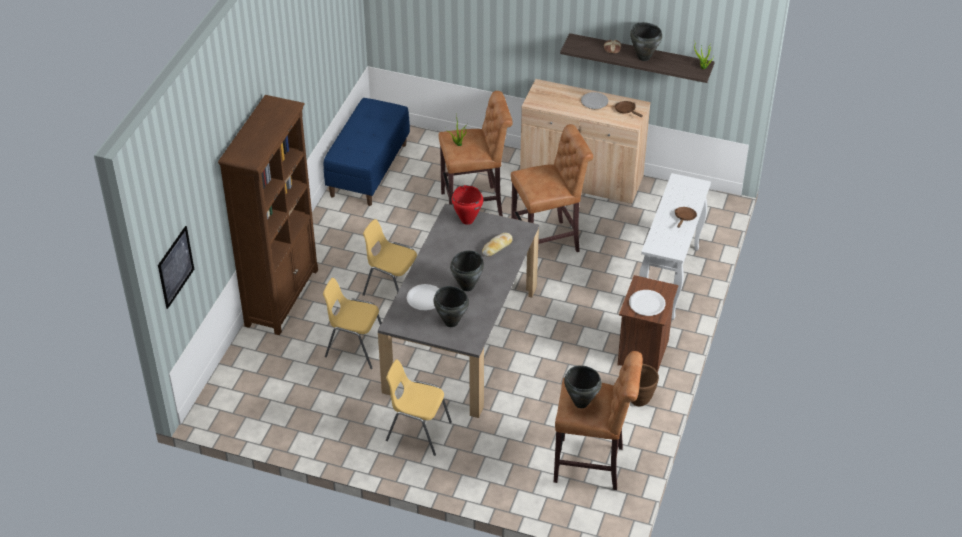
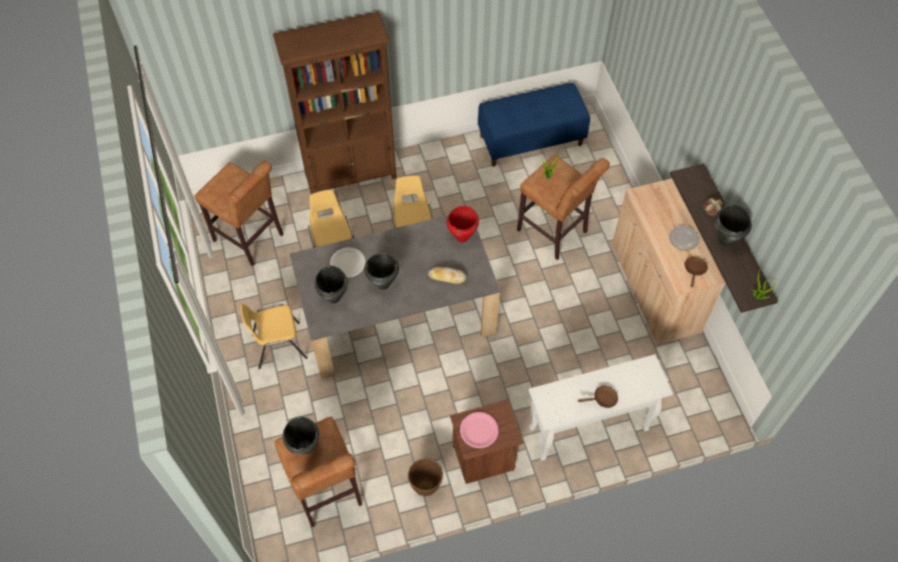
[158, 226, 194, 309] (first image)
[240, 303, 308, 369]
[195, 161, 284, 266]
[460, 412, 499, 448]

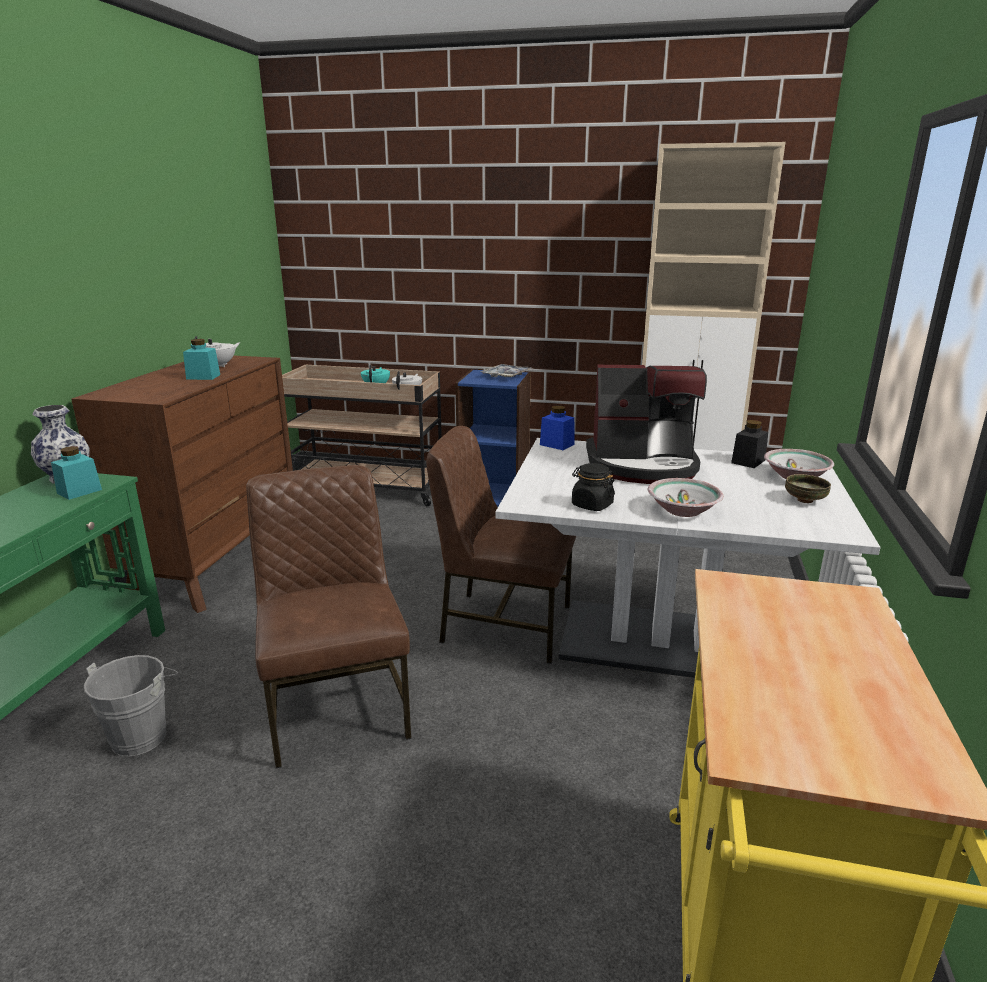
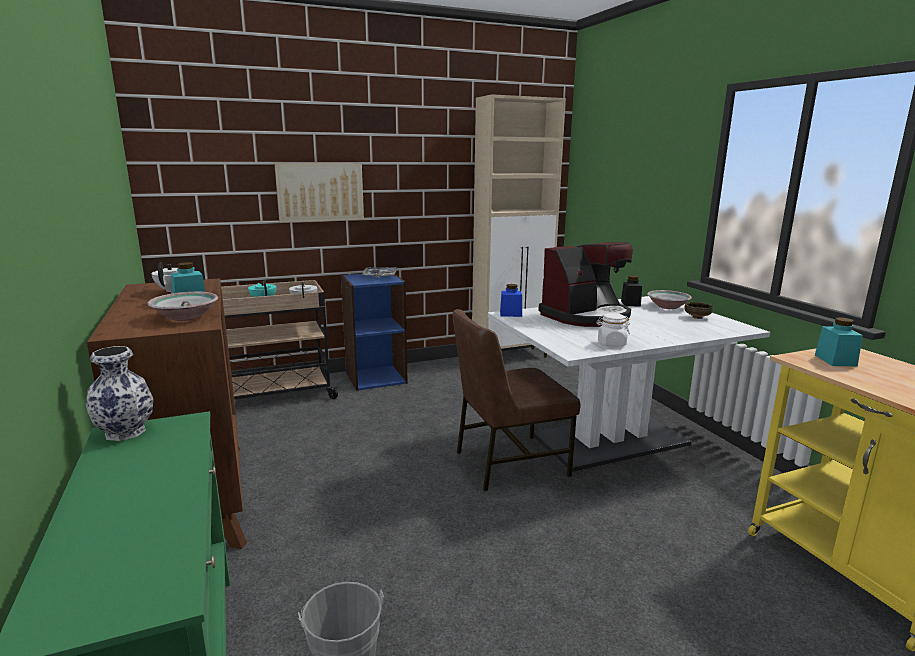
[815, 317, 863, 367]
[246, 465, 411, 768] (first image)
[596, 313, 630, 346]
[147, 291, 218, 321]
[274, 163, 364, 223]

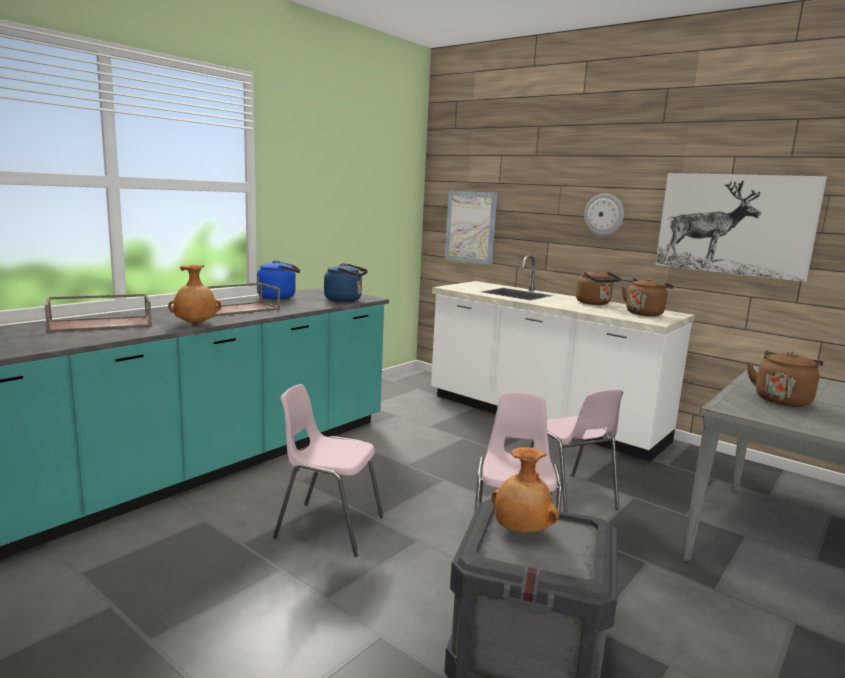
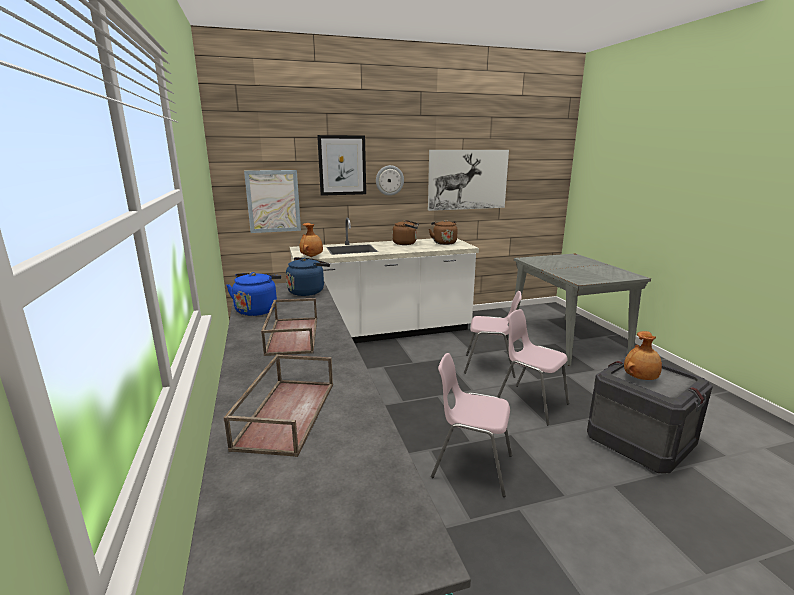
[299, 223, 323, 257]
[431, 353, 512, 497]
[747, 350, 824, 407] (first image)
[317, 135, 366, 196]

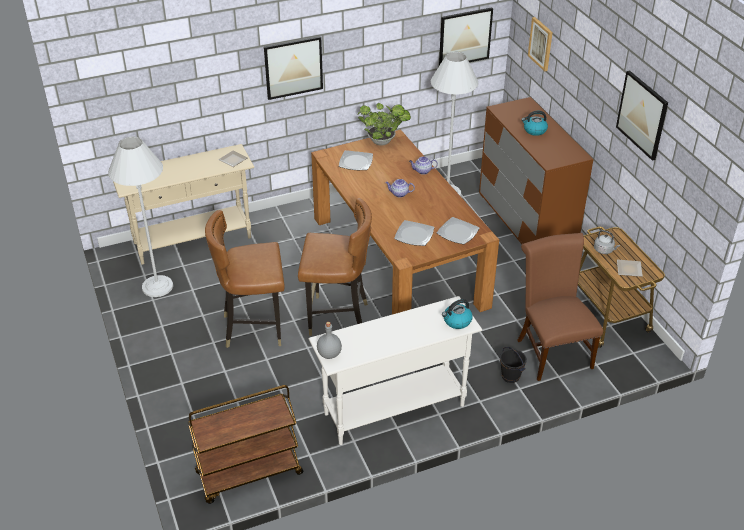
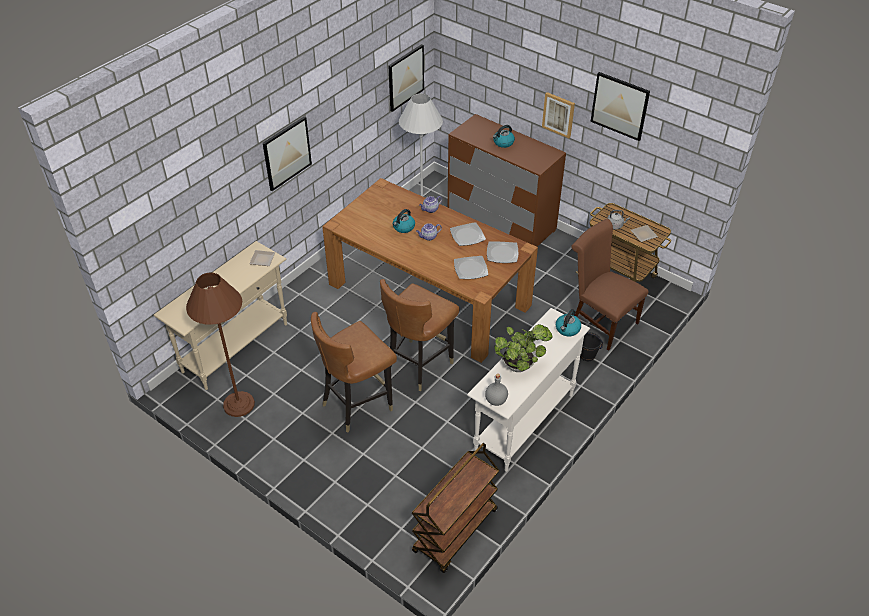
[186, 273, 255, 417]
[380, 279, 460, 391]
[450, 222, 486, 246]
[494, 324, 553, 372]
[542, 92, 575, 138]
[393, 209, 415, 233]

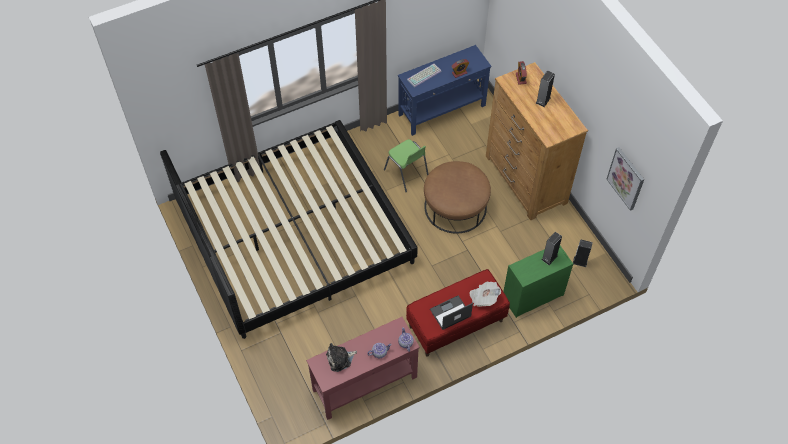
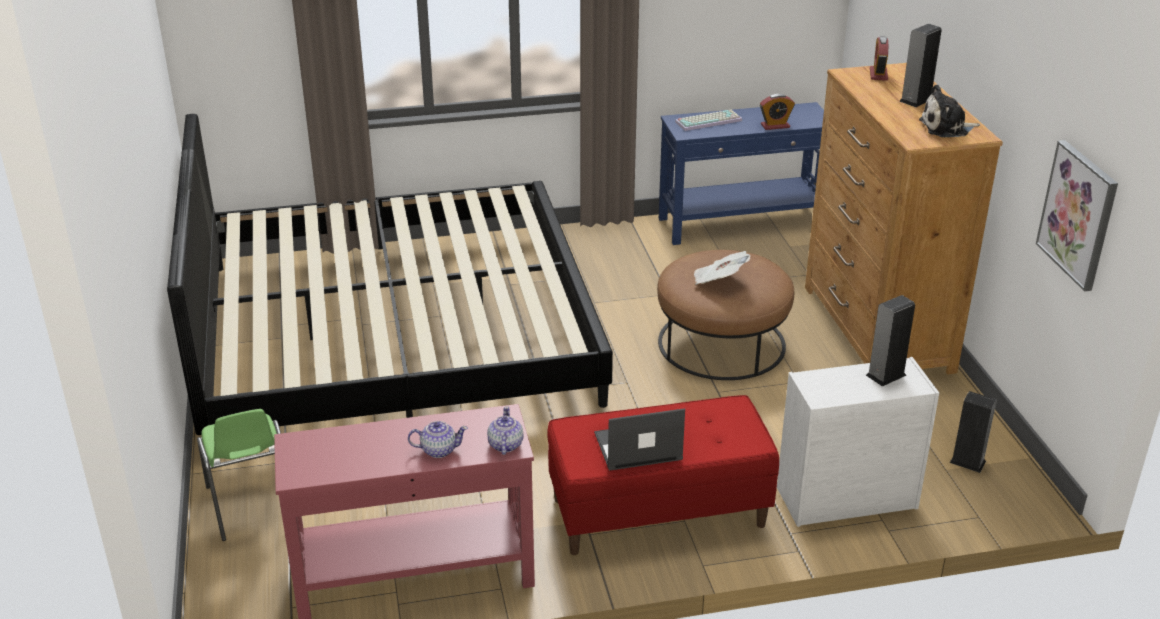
[919, 84, 980, 137]
[197, 409, 281, 541]
[694, 251, 751, 285]
[777, 357, 939, 527]

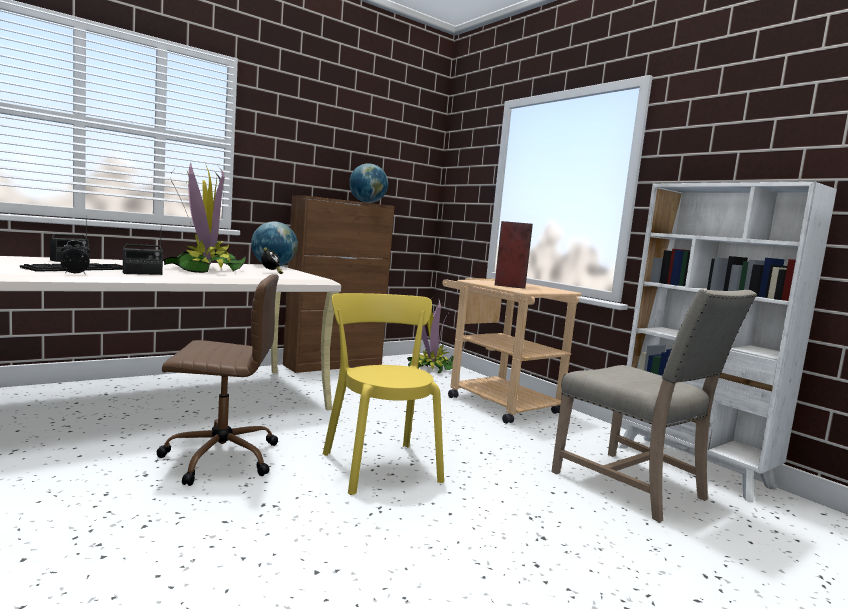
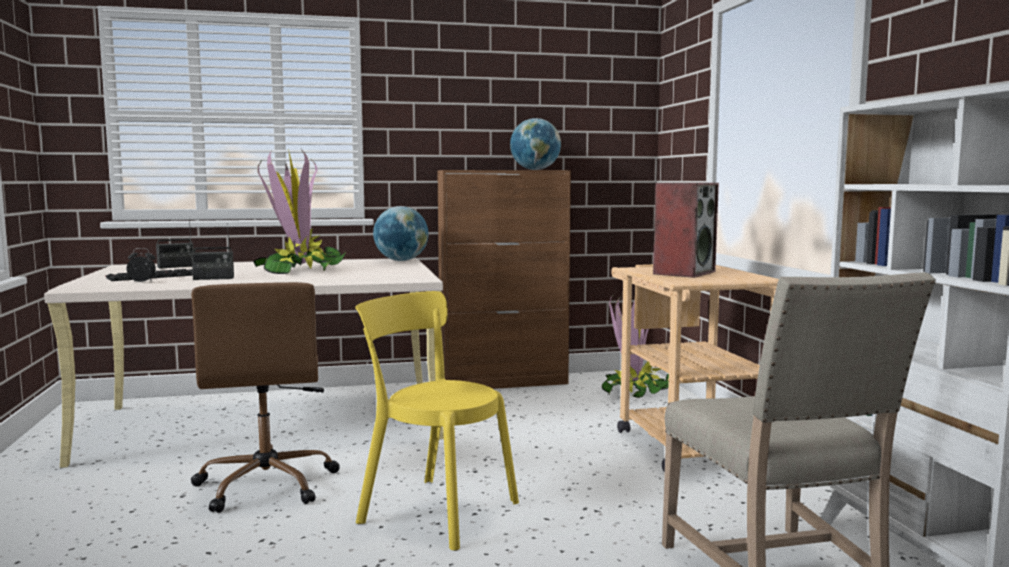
[191, 282, 340, 513]
[261, 247, 283, 274] (first image)
[355, 291, 519, 551]

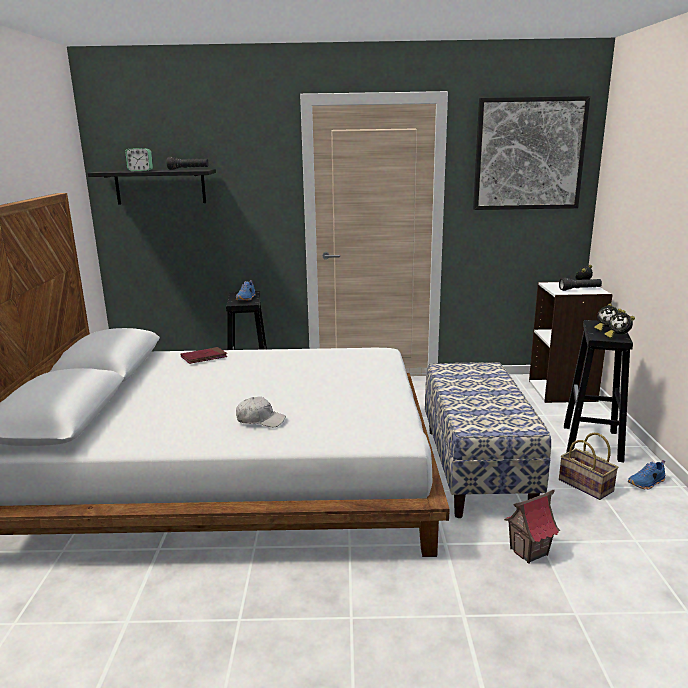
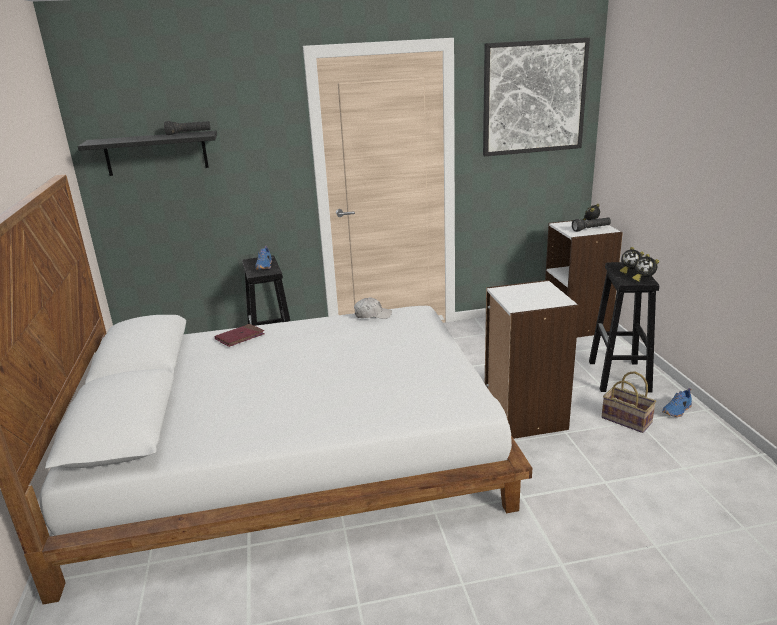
[125, 148, 153, 171] (first image)
[354, 297, 392, 319]
[485, 280, 579, 439]
[504, 490, 560, 564] (first image)

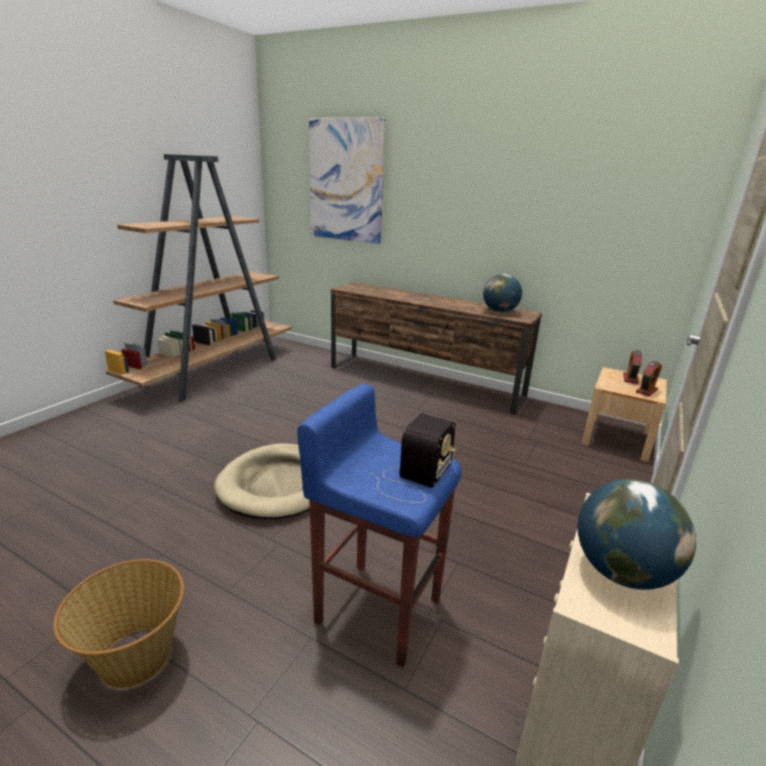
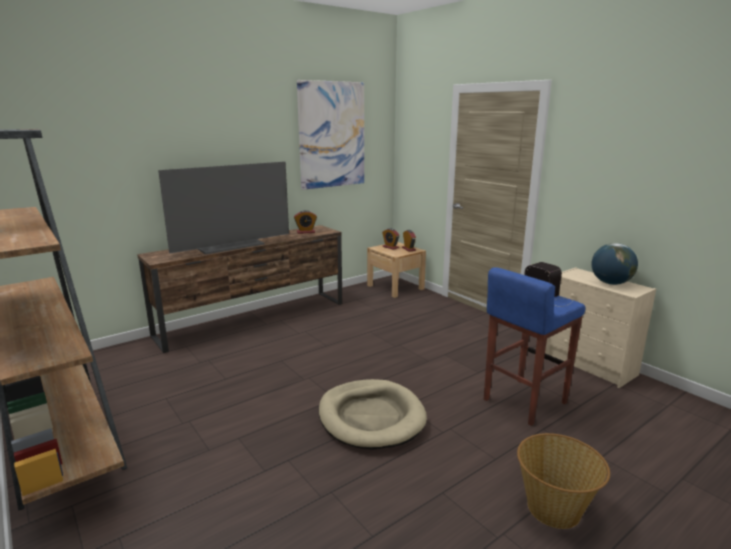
[297, 80, 364, 190]
[294, 210, 317, 234]
[158, 162, 289, 255]

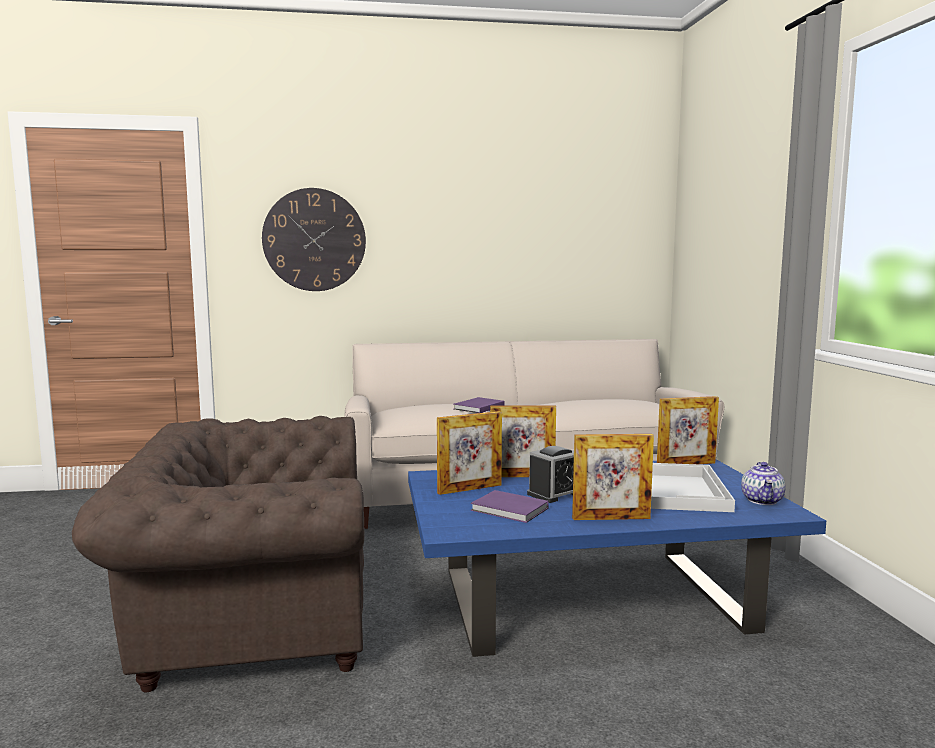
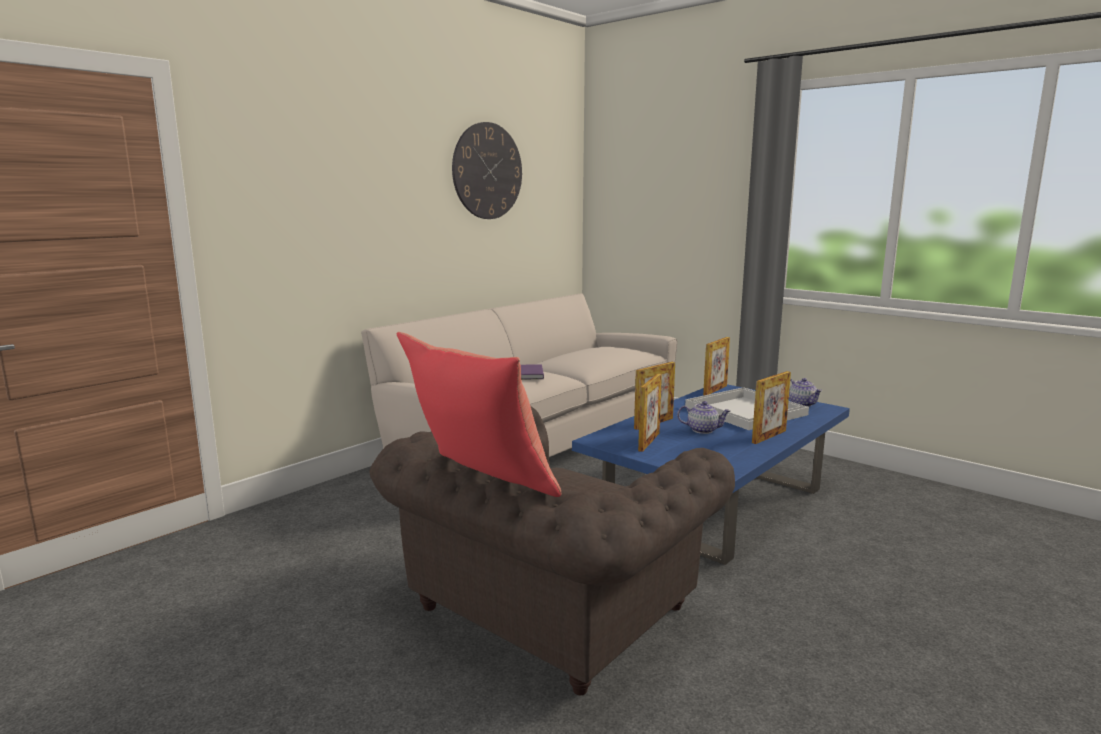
[452, 122, 522, 219]
[471, 490, 549, 523] (first image)
[677, 401, 731, 434]
[397, 332, 561, 497]

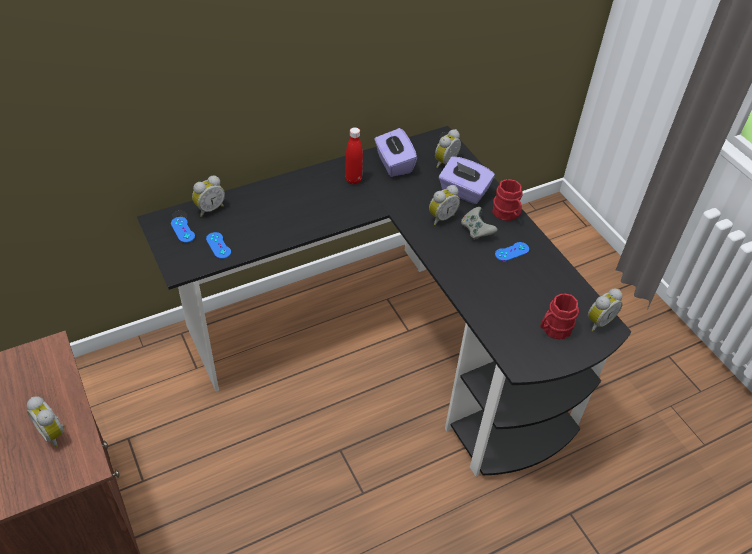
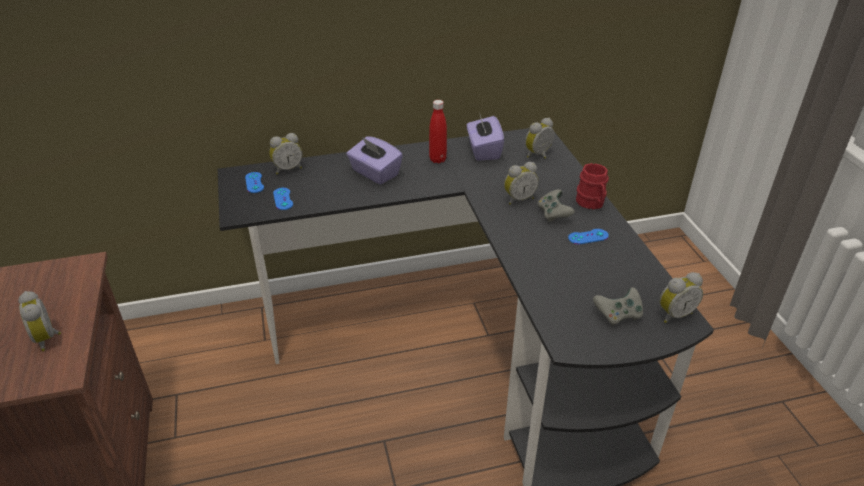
[346, 136, 403, 184]
[593, 287, 643, 326]

